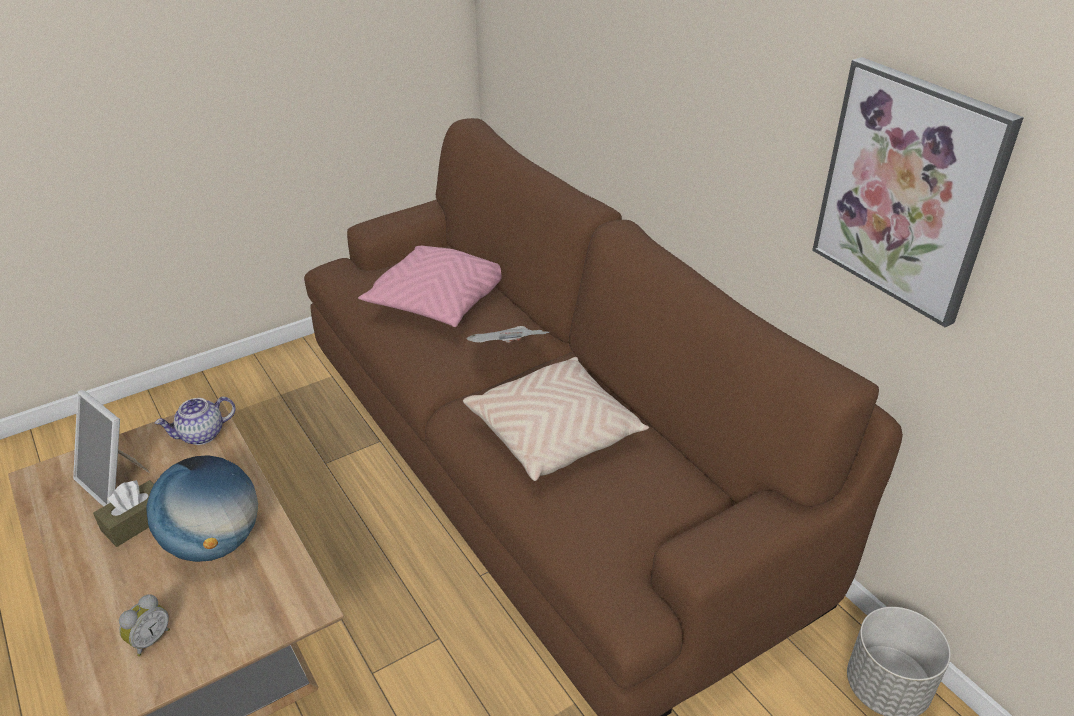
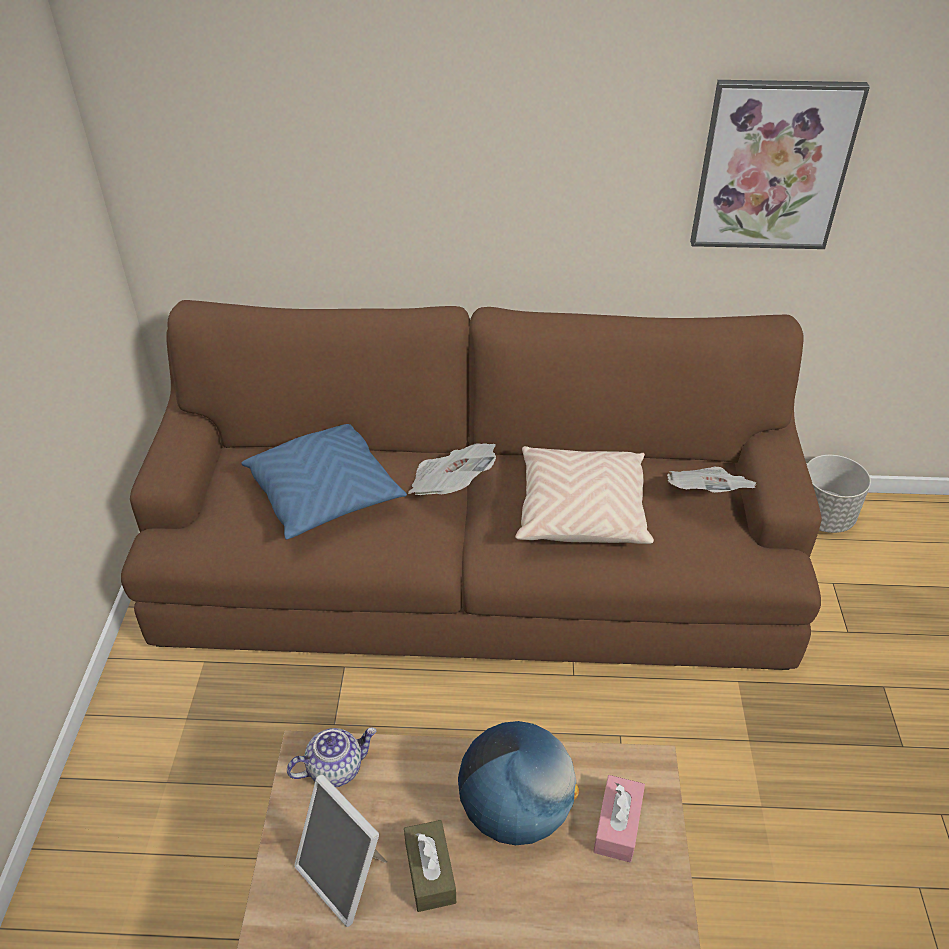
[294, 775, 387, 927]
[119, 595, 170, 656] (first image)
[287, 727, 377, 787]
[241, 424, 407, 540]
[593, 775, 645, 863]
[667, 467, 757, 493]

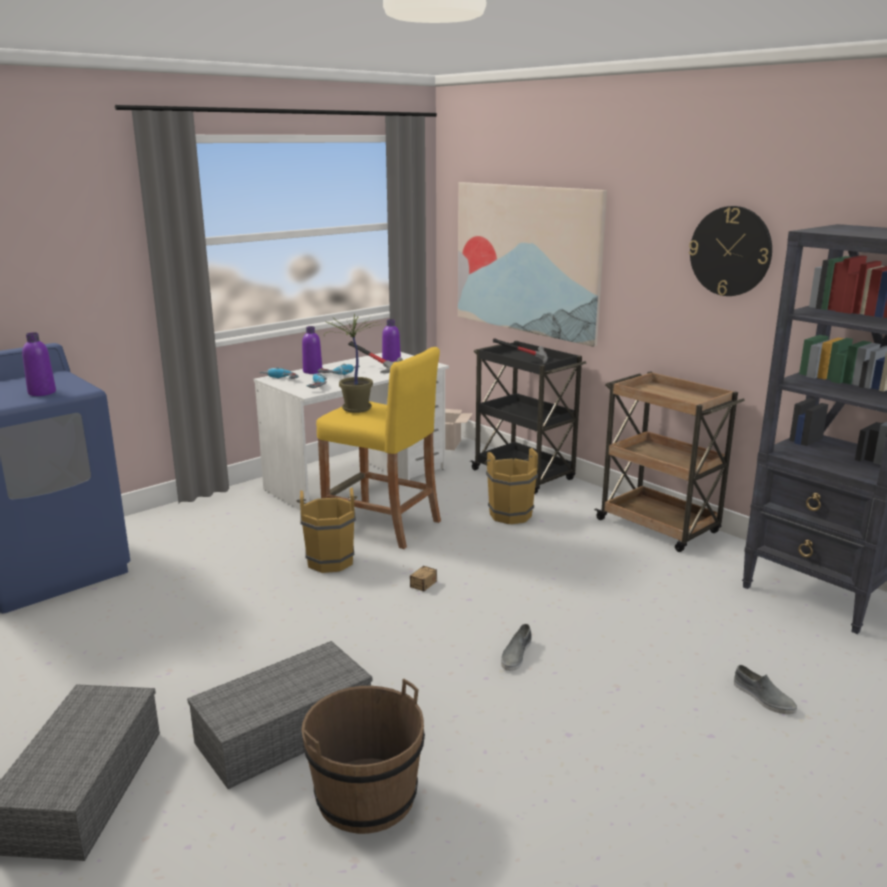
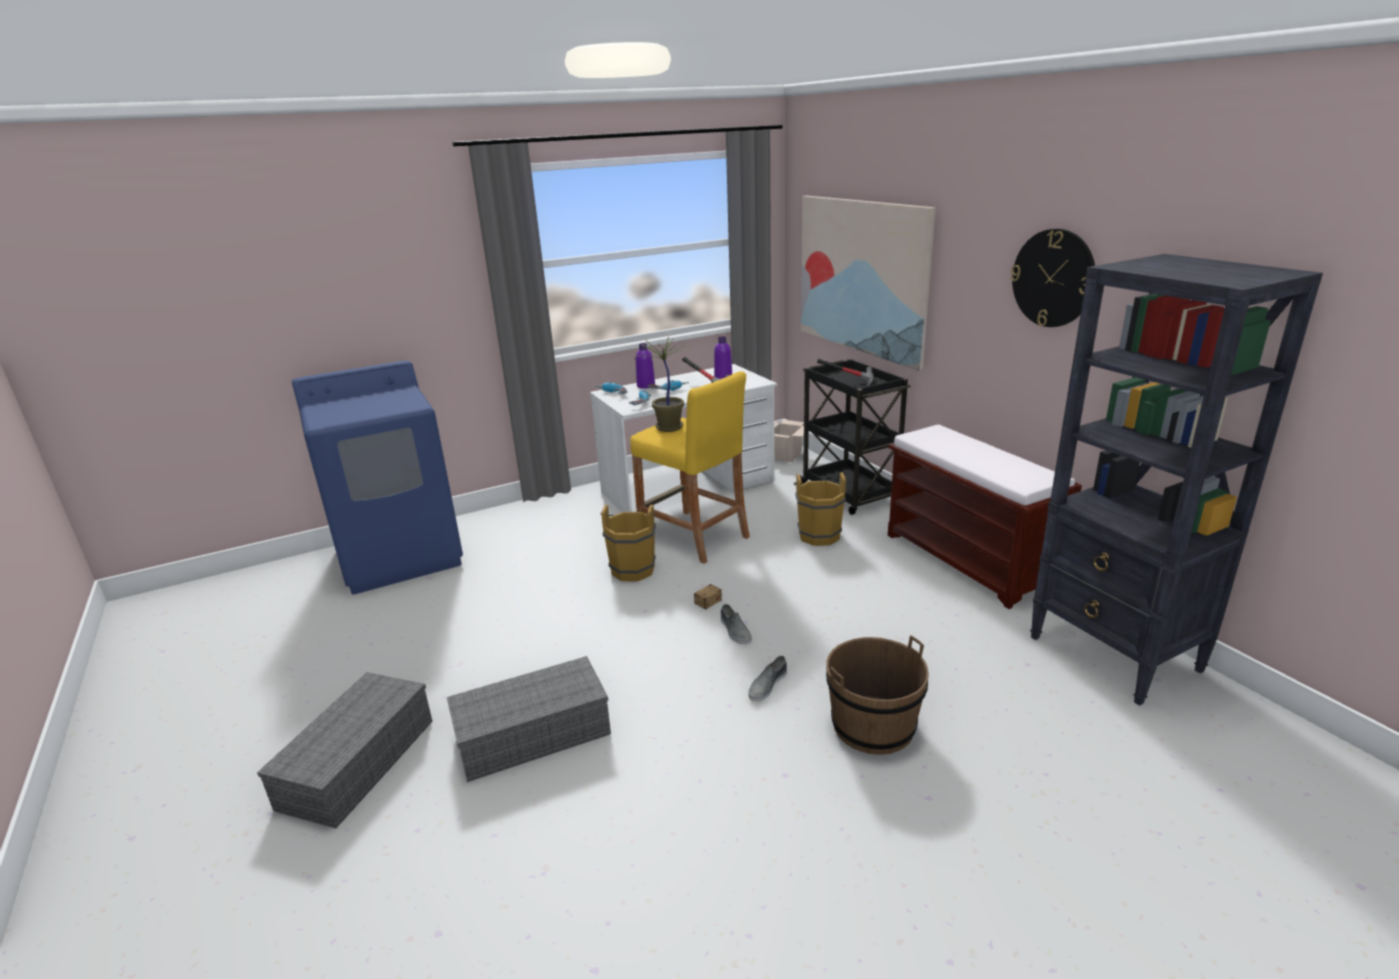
[22, 332, 56, 396] (first image)
[826, 635, 929, 755]
[888, 425, 1082, 609]
[721, 604, 752, 644]

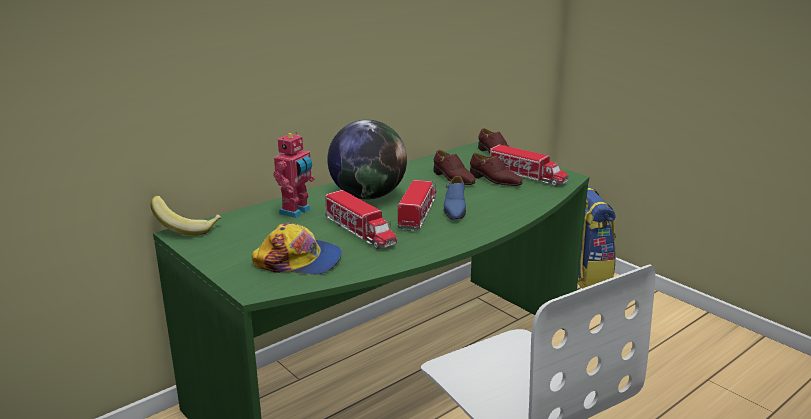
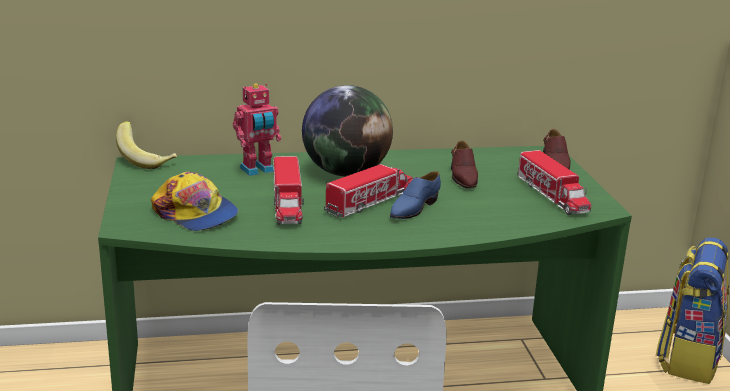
[470, 153, 523, 186] (first image)

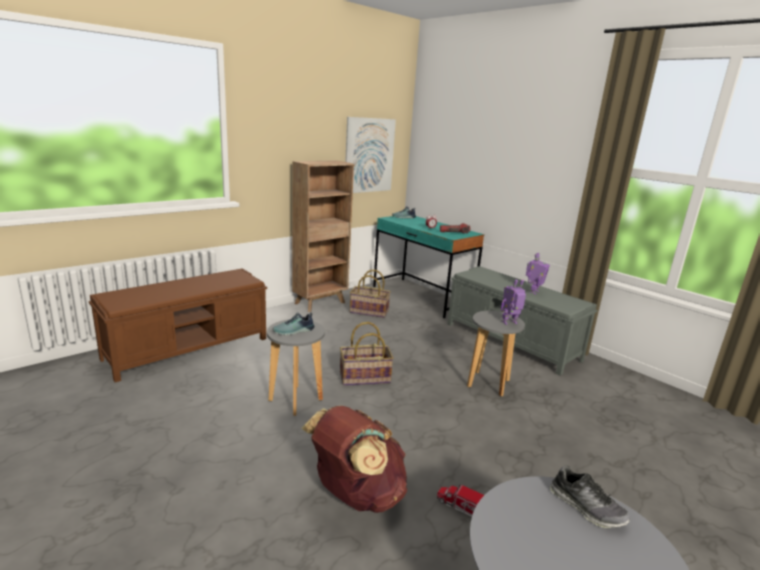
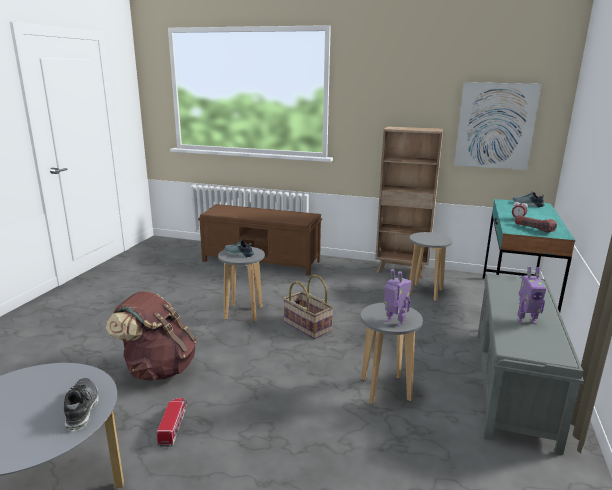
[409, 232, 453, 301]
[64, 378, 99, 431]

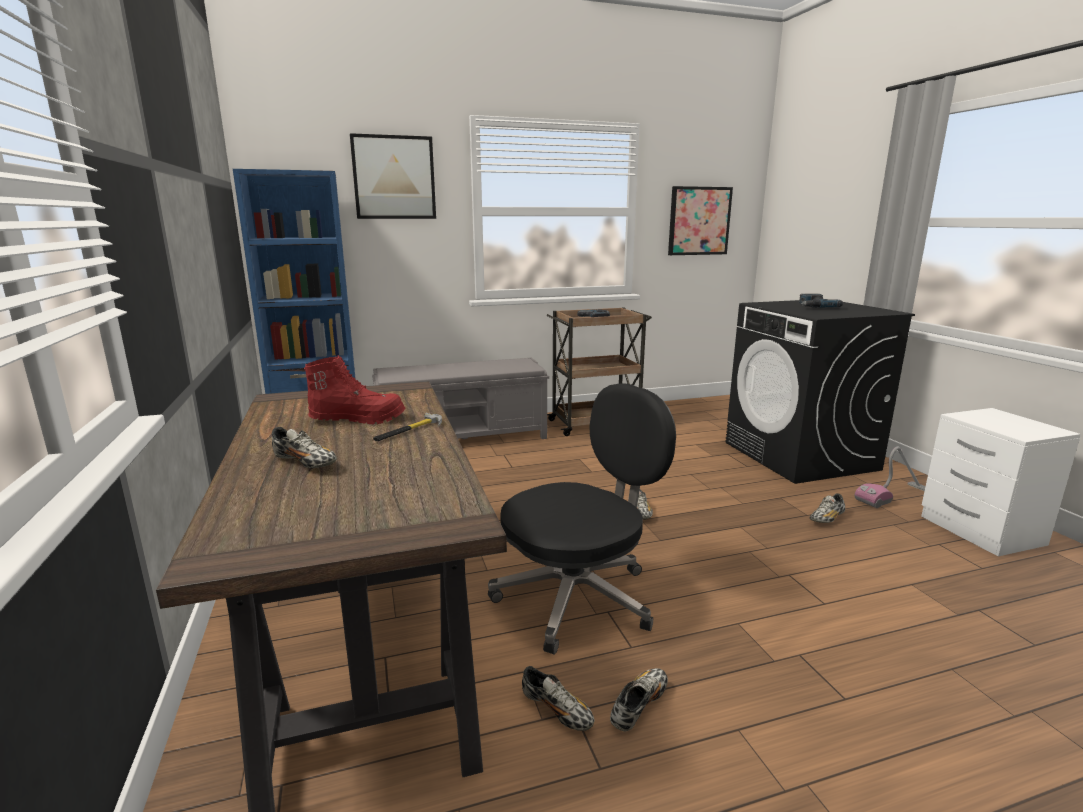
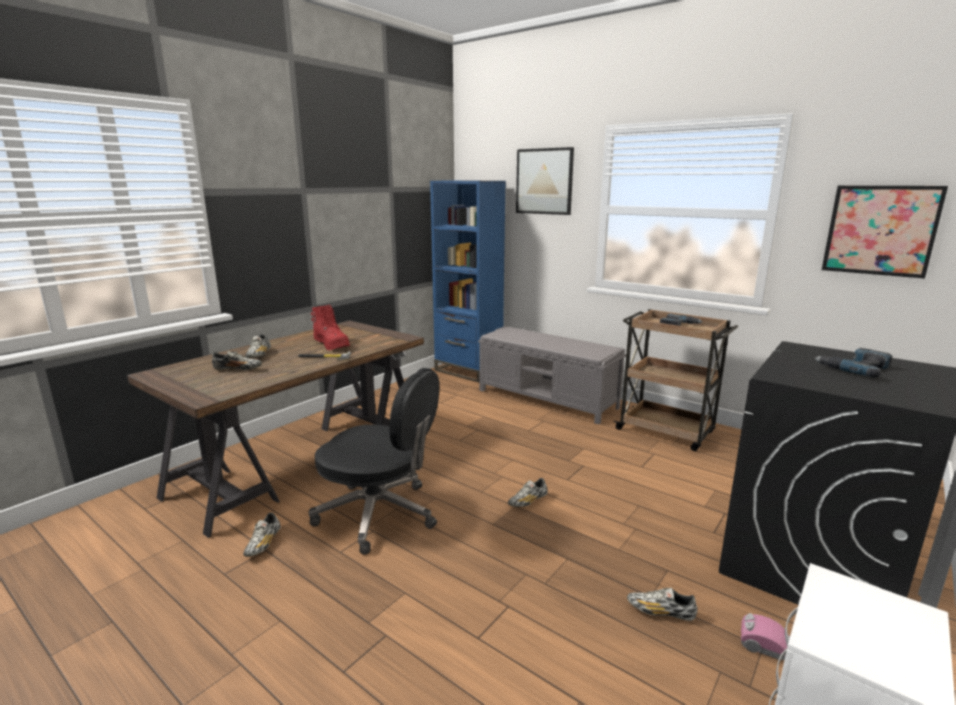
[212, 351, 262, 370]

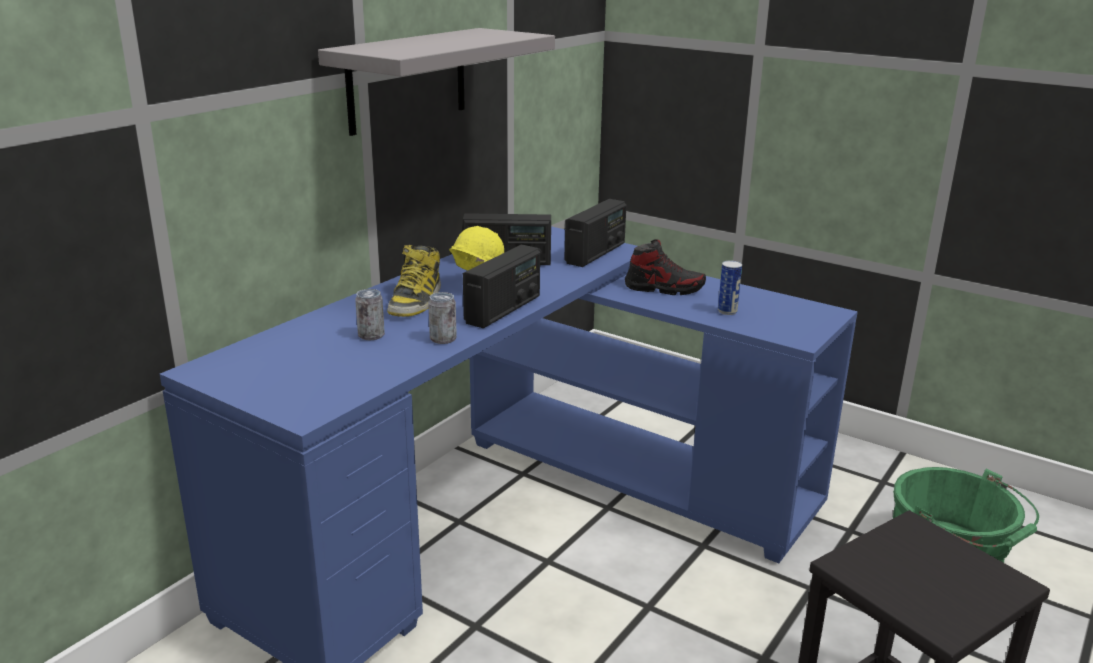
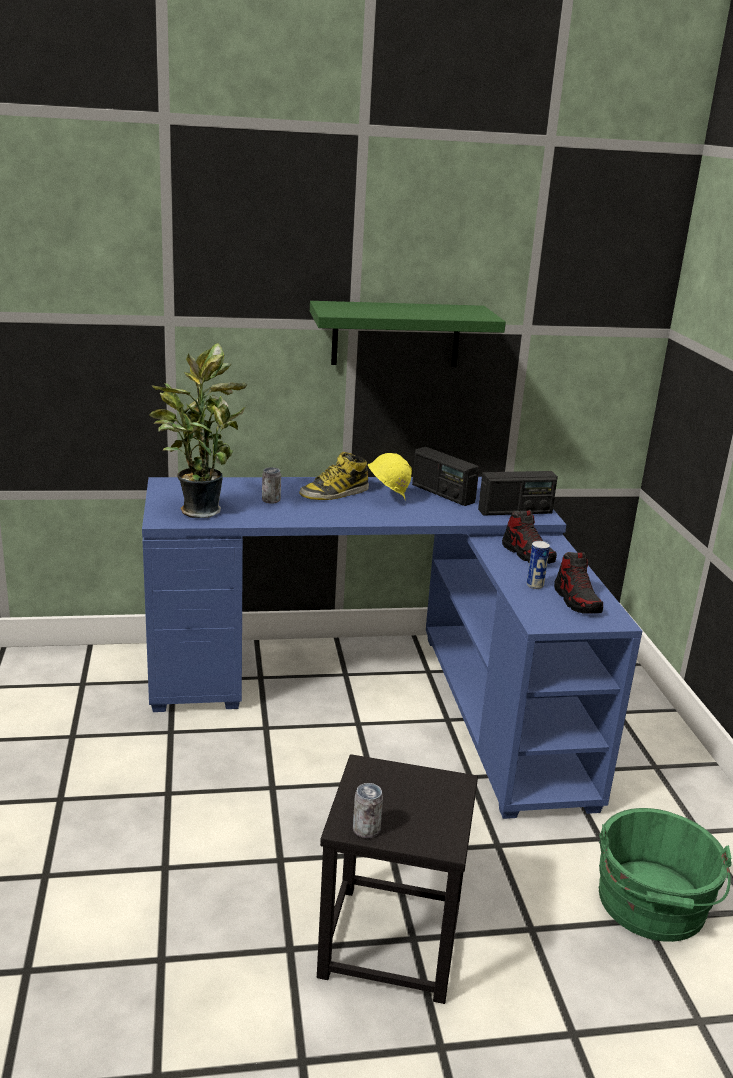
[310, 301, 506, 367]
[353, 783, 383, 838]
[463, 245, 540, 328] (first image)
[149, 343, 248, 518]
[554, 552, 603, 614]

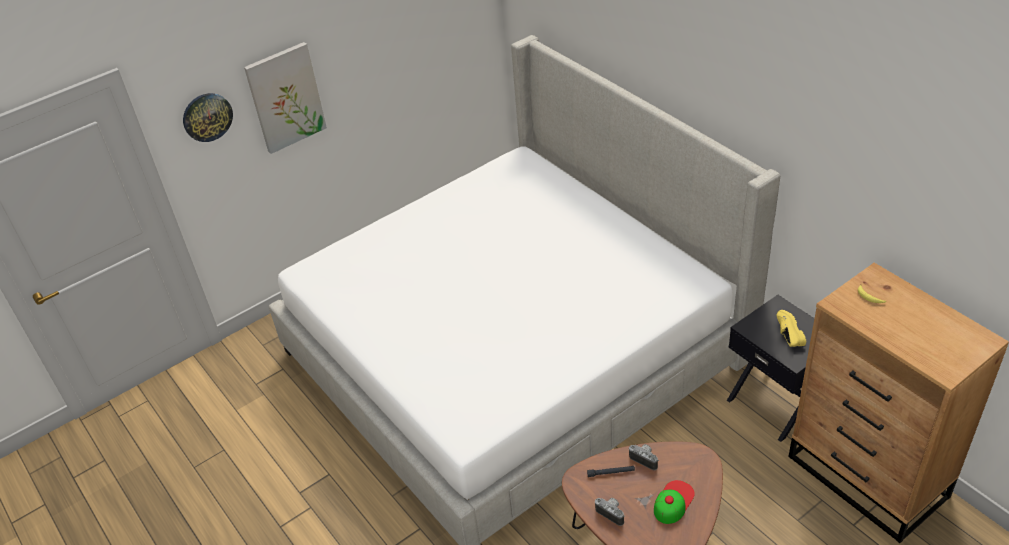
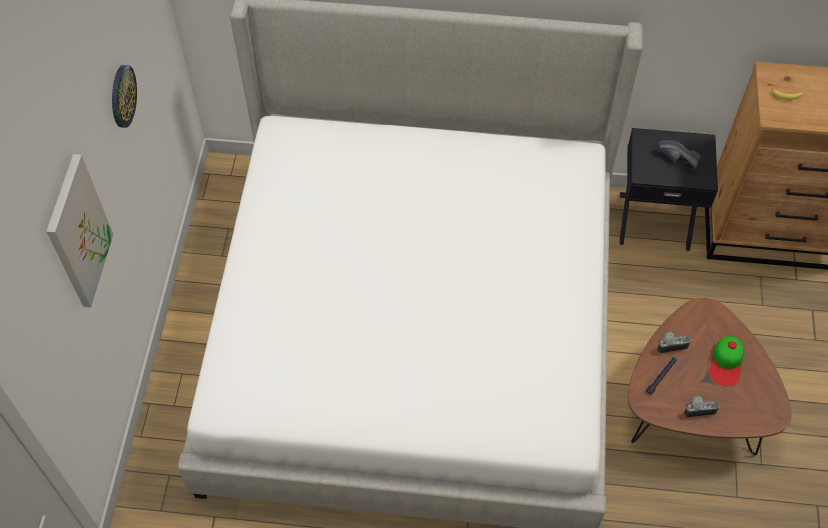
[112, 65, 137, 128]
[710, 336, 744, 387]
[657, 140, 702, 170]

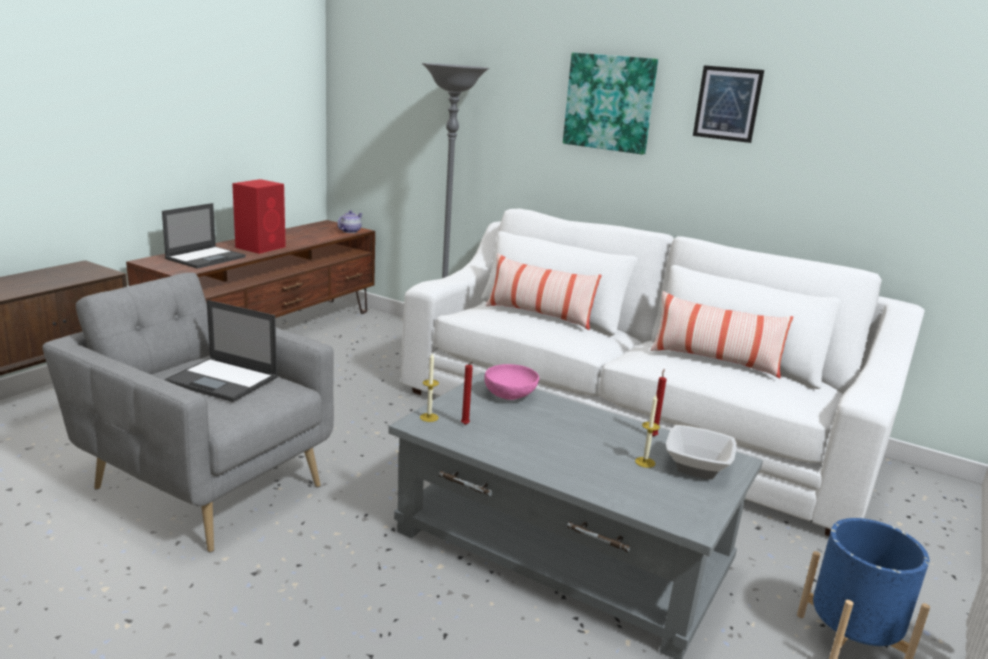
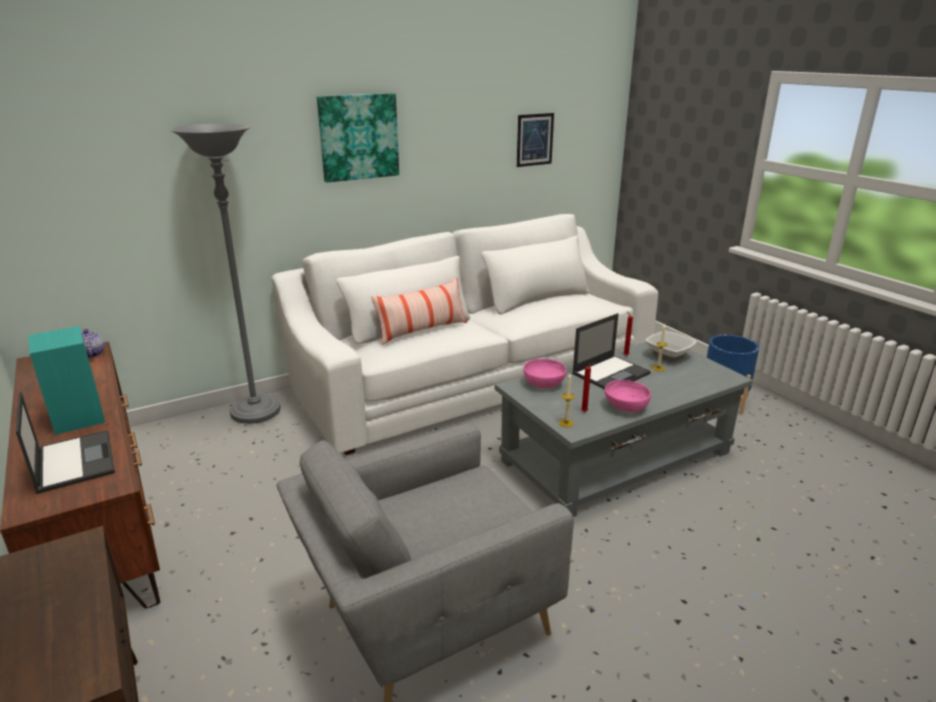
[572, 313, 651, 389]
[29, 326, 105, 435]
[650, 291, 793, 378] (first image)
[517, 113, 554, 167]
[605, 380, 651, 412]

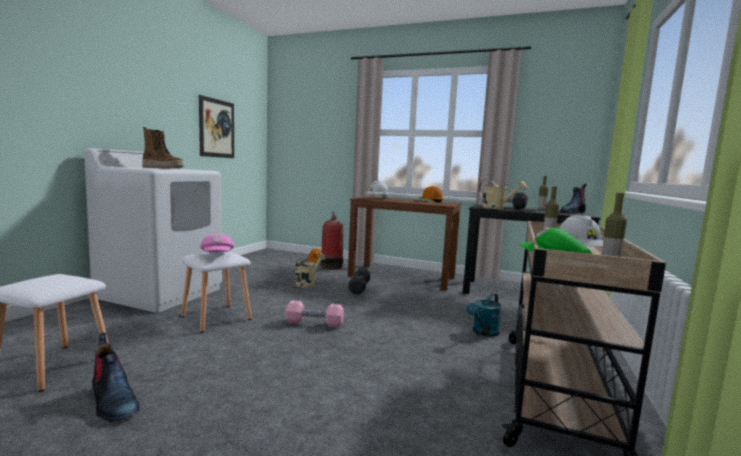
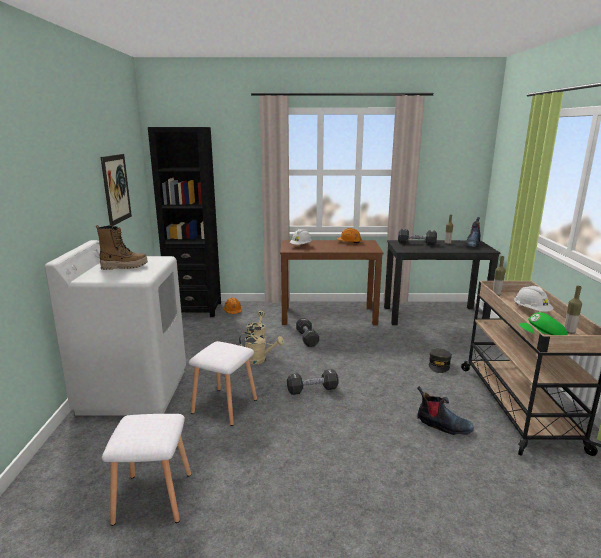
[417, 386, 474, 435]
[200, 234, 234, 252] (first image)
[287, 369, 339, 395]
[321, 212, 344, 270] (first image)
[429, 349, 452, 373]
[239, 332, 284, 364]
[148, 127, 221, 317]

